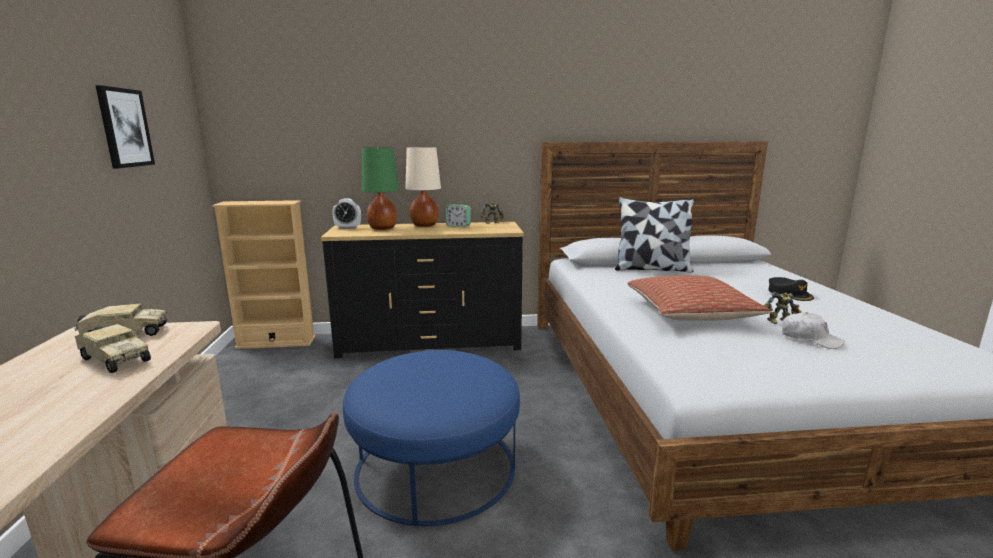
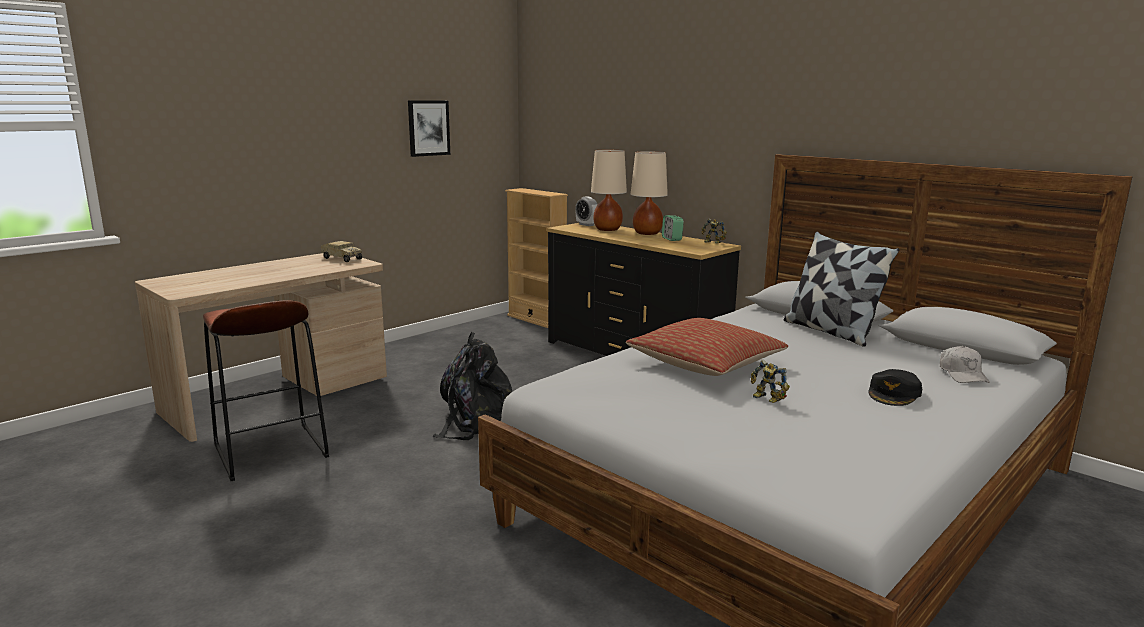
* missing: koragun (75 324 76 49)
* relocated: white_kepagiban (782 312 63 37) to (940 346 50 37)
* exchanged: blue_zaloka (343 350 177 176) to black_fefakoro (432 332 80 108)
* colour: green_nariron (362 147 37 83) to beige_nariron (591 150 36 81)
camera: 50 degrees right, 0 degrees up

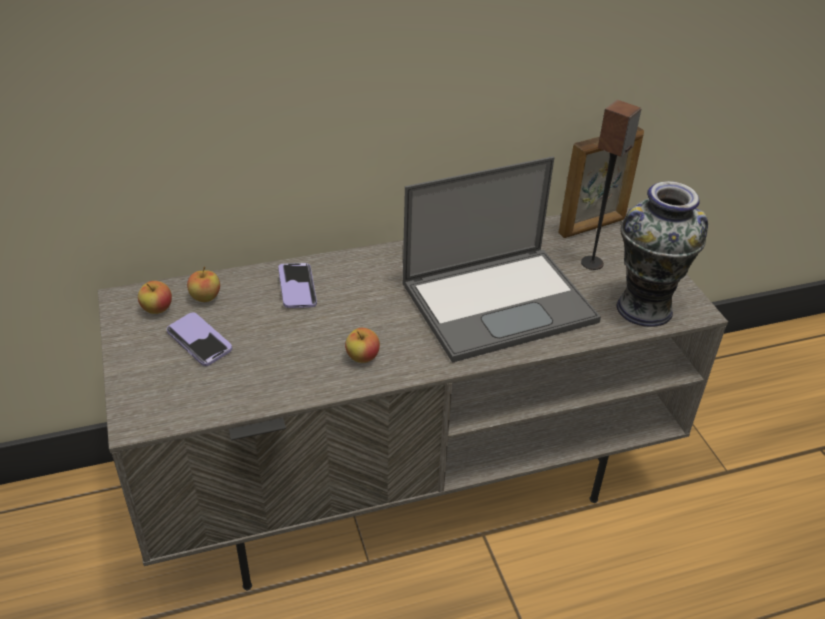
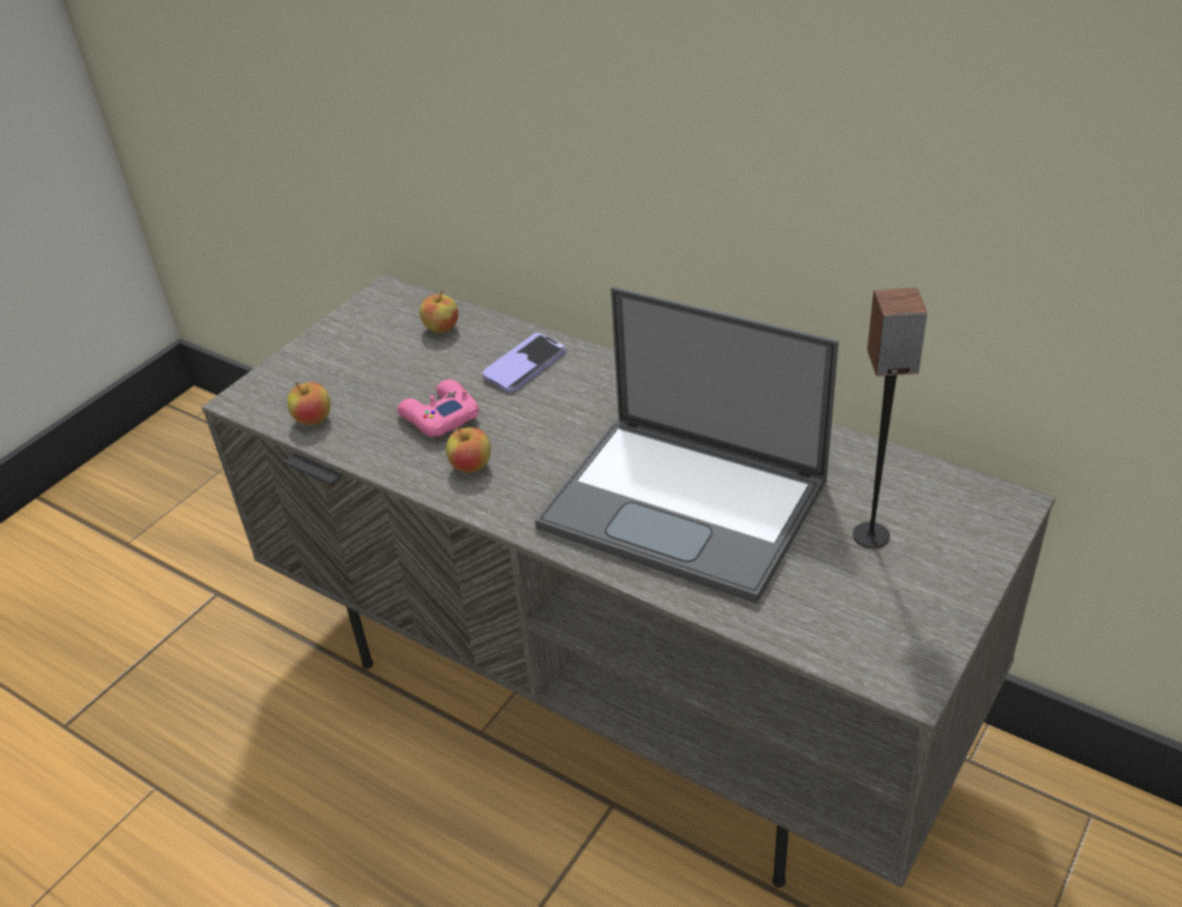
* missing: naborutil (166 312 66 54)
* missing: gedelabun (559 127 85 111)
* missing: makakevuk (616 181 92 146)
* appeared: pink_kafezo (397 379 82 58)
* relocated: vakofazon (138 281 34 33) to (287 382 43 43)
camera: 55 degrees right, 0 degrees up

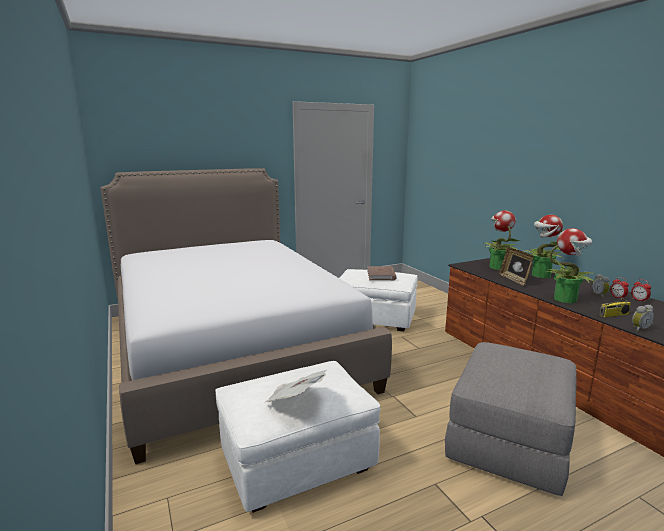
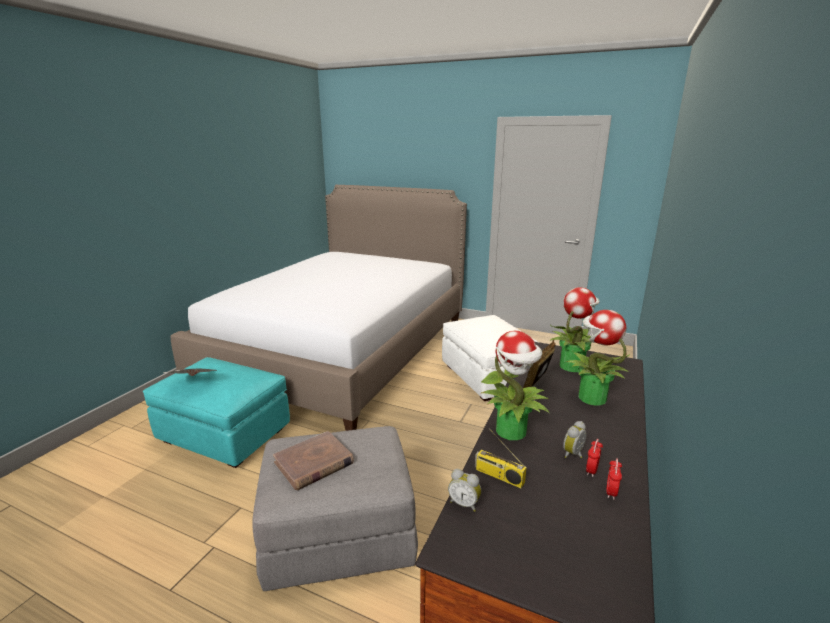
* relocated: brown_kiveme (367 266 30 14) to (273 431 81 59)
* colour: white_zaloka (215 361 165 152) to turquoise_zaloka (143 357 147 111)
camera: 50 degrees right, 5 degrees up

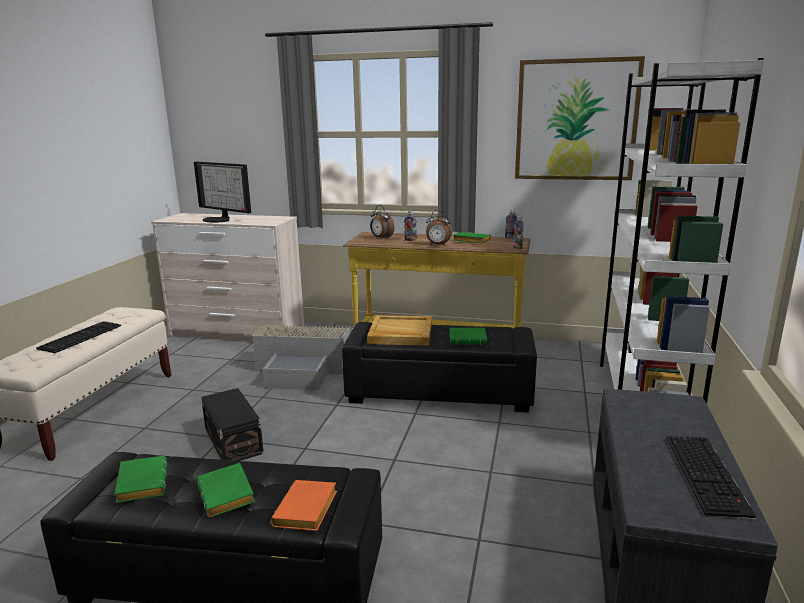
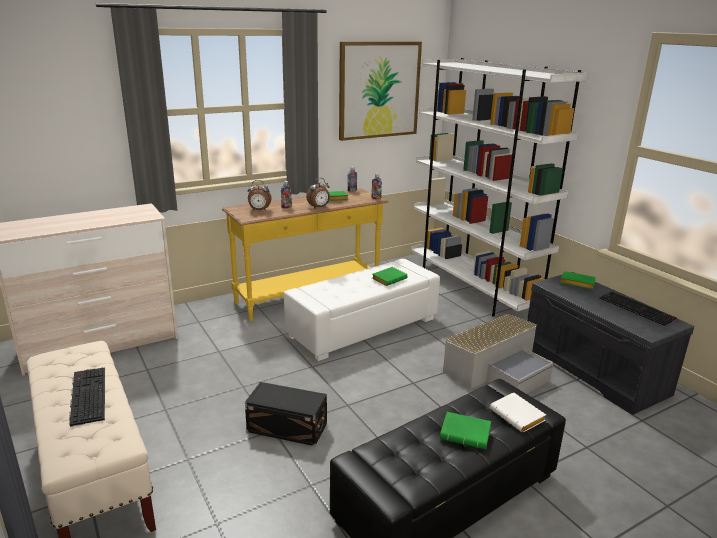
* missing: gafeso (194 161 57 62)
* missing: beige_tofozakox (367 315 65 31)
* relocated: green_kiveme (115 456 52 47) to (560 271 36 18)
* relocated: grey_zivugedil (252 324 98 66) to (443 314 111 80)
* colour: orange_kiveme (270 480 67 51) to white_kiveme (490 392 56 41)
* colour: black_zaloka (342 322 195 90) to white_zaloka (284 259 156 102)
camera: 45 degrees left, 5 degrees up

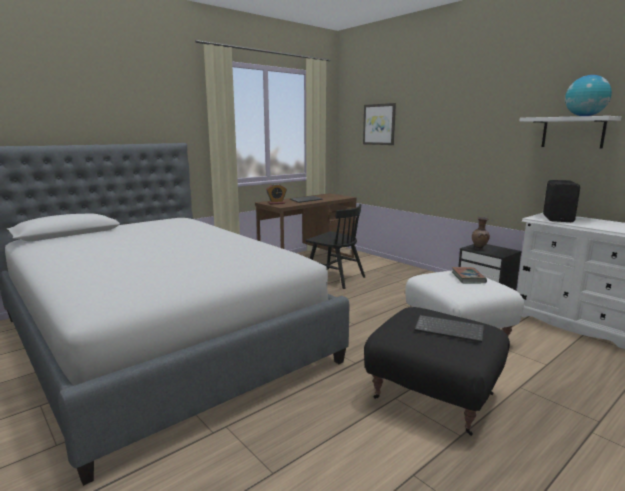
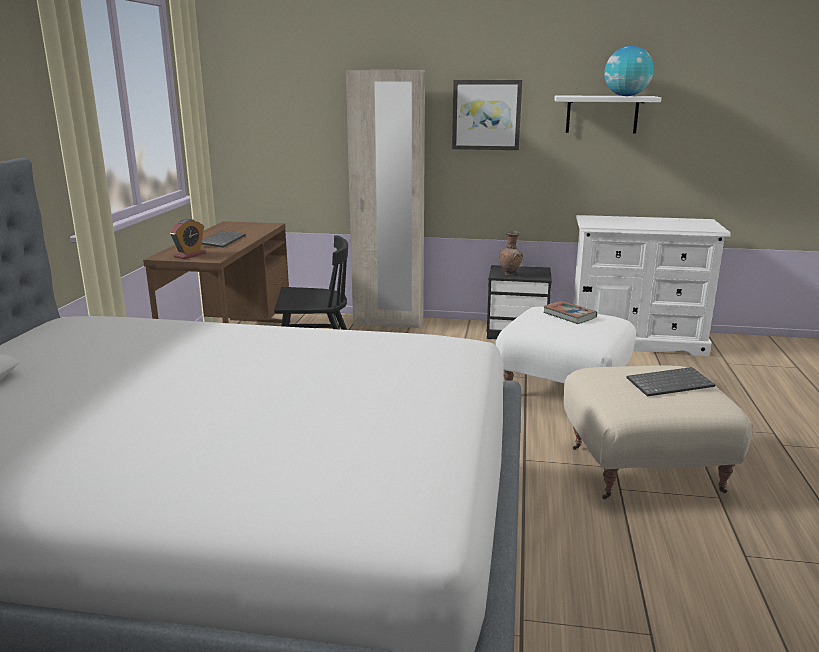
* missing: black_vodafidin (543 180 37 42)
* appeared: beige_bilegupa (346 70 79 258)
* relocated: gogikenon (363 103 33 42) to (452 80 70 70)
* colour: black_zaloka (364 307 146 129) to beige_zaloka (564 365 189 134)
camera: 40 degrees left, 5 degrees up

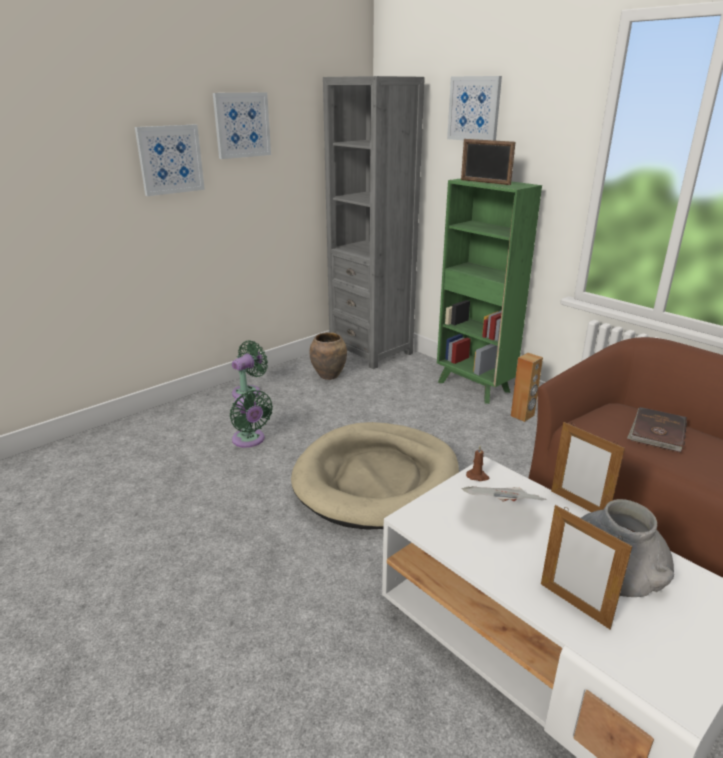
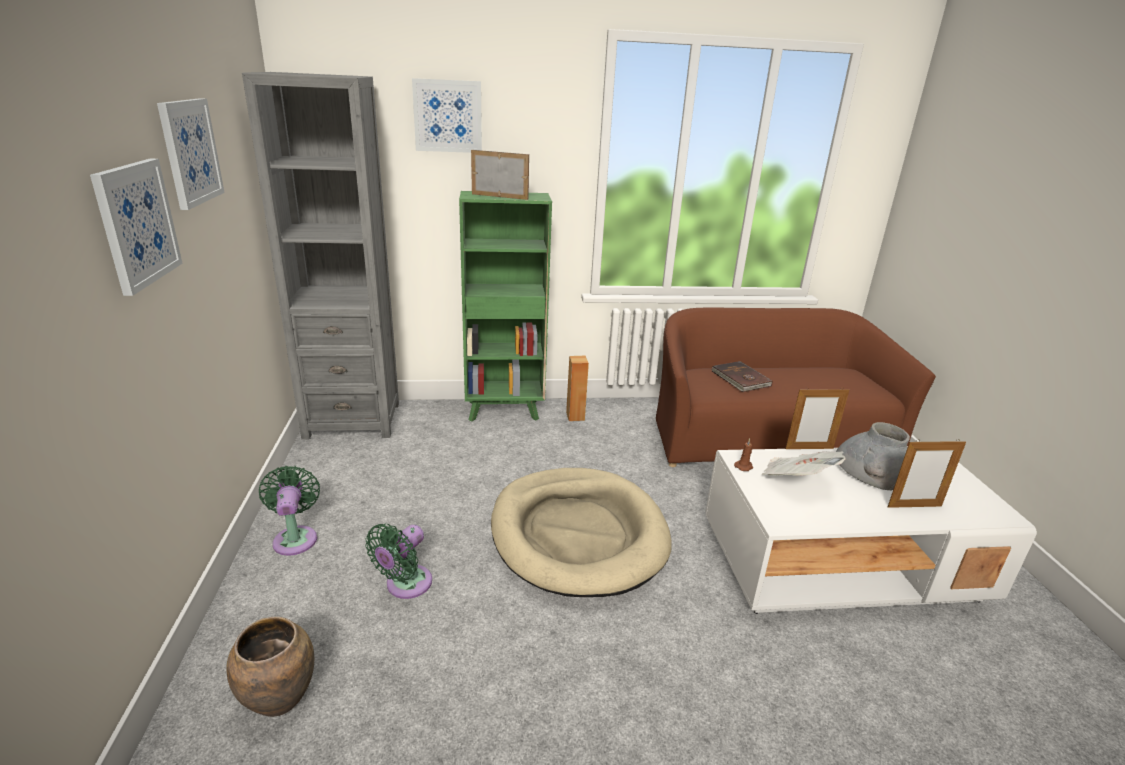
* relocated: brown_makakevuk (309 332 38 48) to (227 617 87 100)
* spun: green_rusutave (230 390 43 58) = (365 524 67 75) 120 degrees clockwise
* spun: gedelabun (461 139 55 46) = (471 150 58 50) 150 degrees counterclockwise
camera: 55 degrees left, 0 degrees up

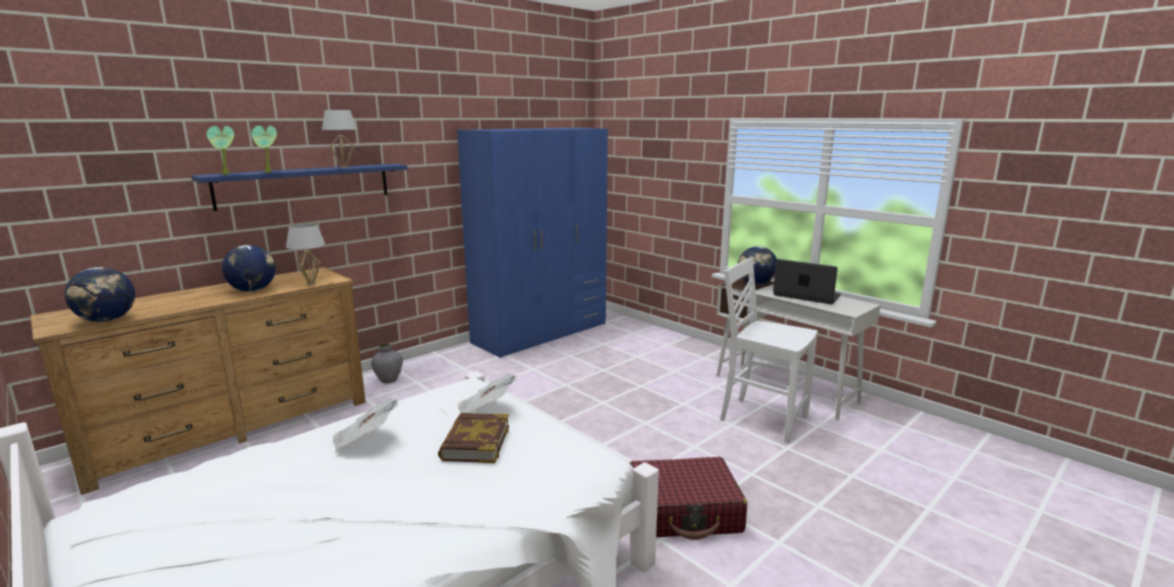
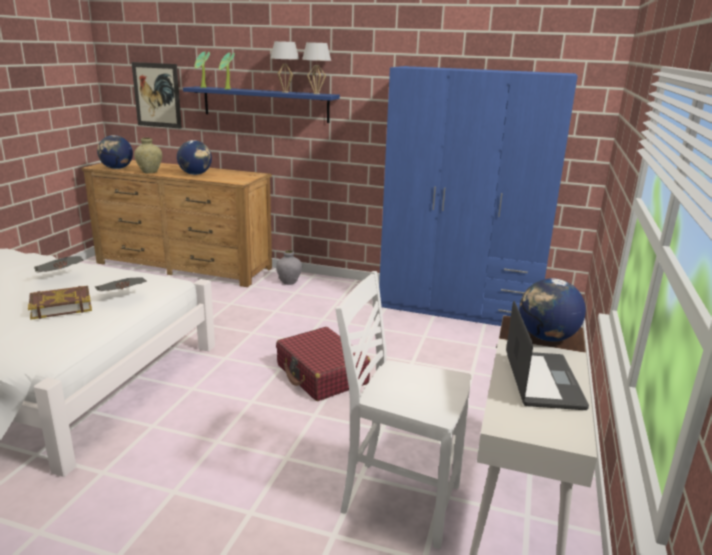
* appeared: gogikenon (131 62 51 67)
* appeared: beige_makakevuk (134 138 28 35)
* relocated: white_nariron (286 223 39 62) to (302 42 29 52)
* relocated: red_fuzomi (630 457 117 83) to (276 327 94 74)
* spun: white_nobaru (720 257 98 186) = (335 271 136 278) 75 degrees counterclockwise
camera: 60 degrees right, 5 degrees up

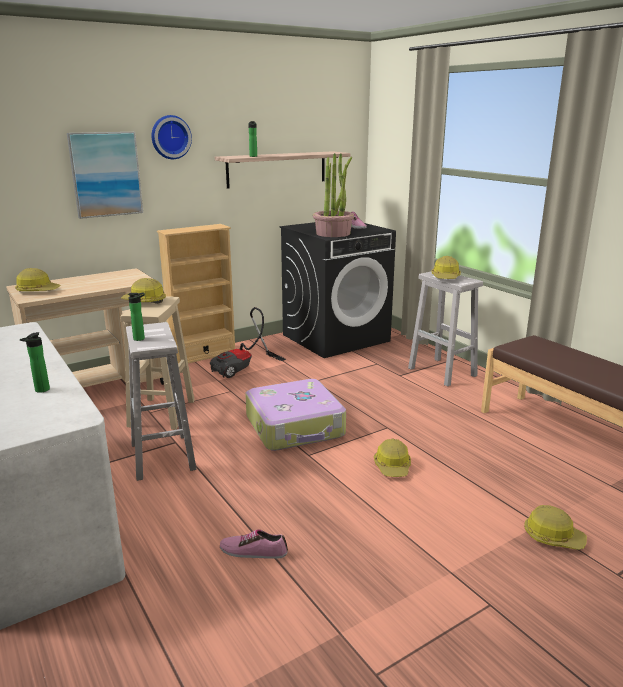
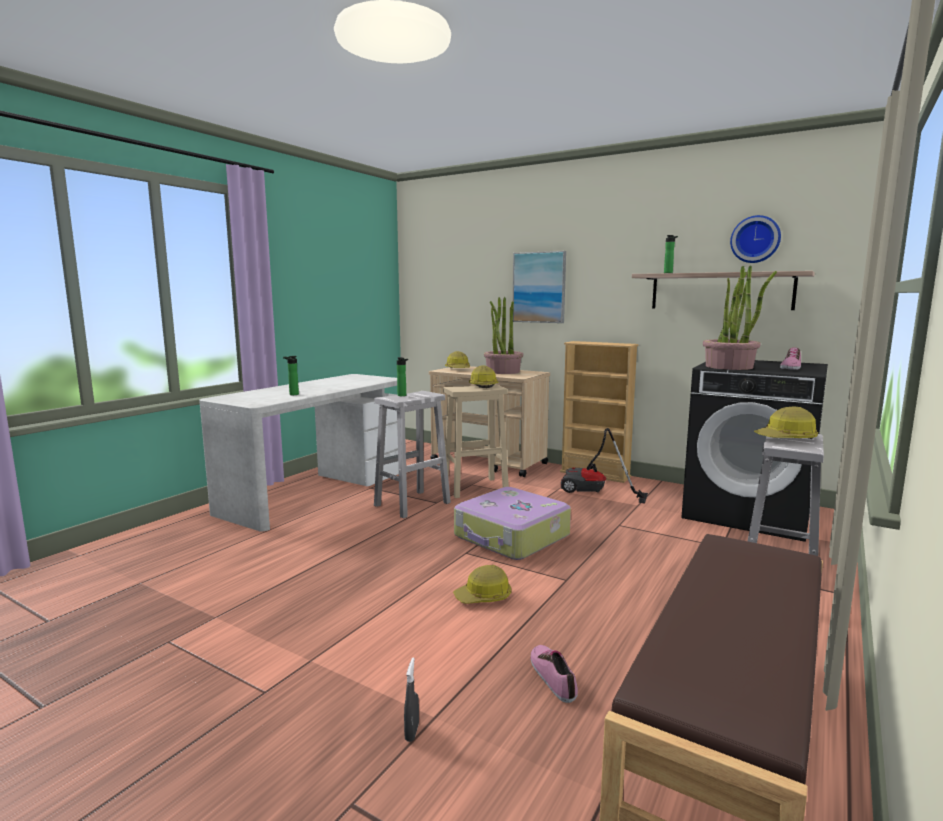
* appeared: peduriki (484 297 39 77)
* relocated: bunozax (151 115 41 44) to (730 215 51 48)
* relocated: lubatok (220 529 68 30) to (530 645 48 58)
* exchanged: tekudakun (524 505 63 45) to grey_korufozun (404 658 15 84)
camera: 65 degrees right, 10 degrees down

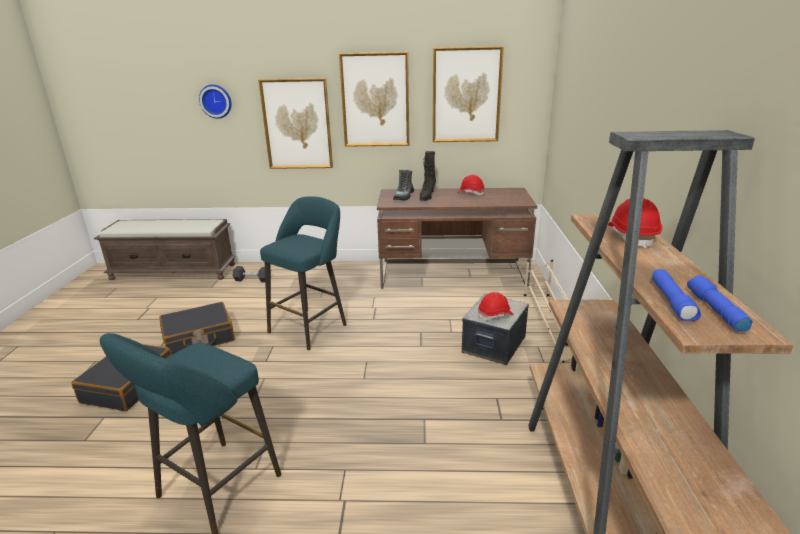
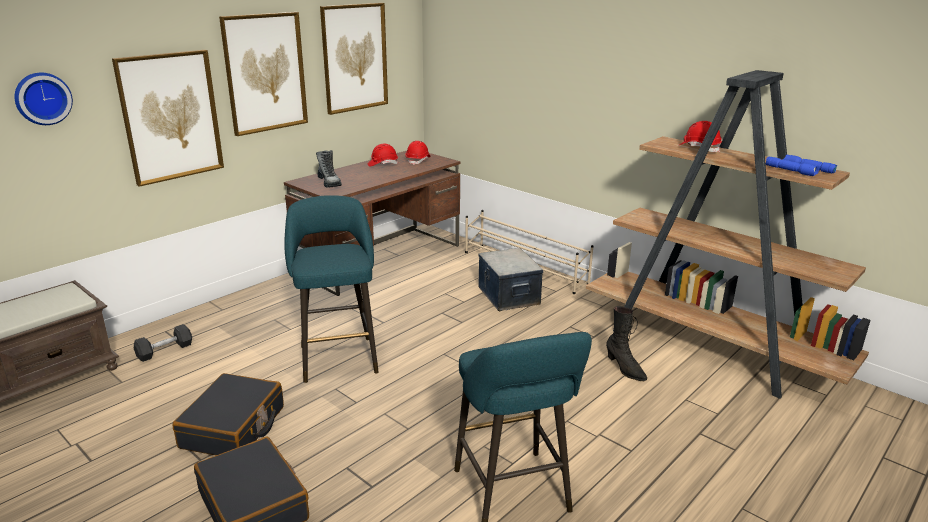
* relocated: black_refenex (420 151 16 50) to (606 306 41 75)
* relocated: red_tekudakun (478 292 35 28) to (405 141 25 24)
camera: 50 degrees left, 0 degrees up

